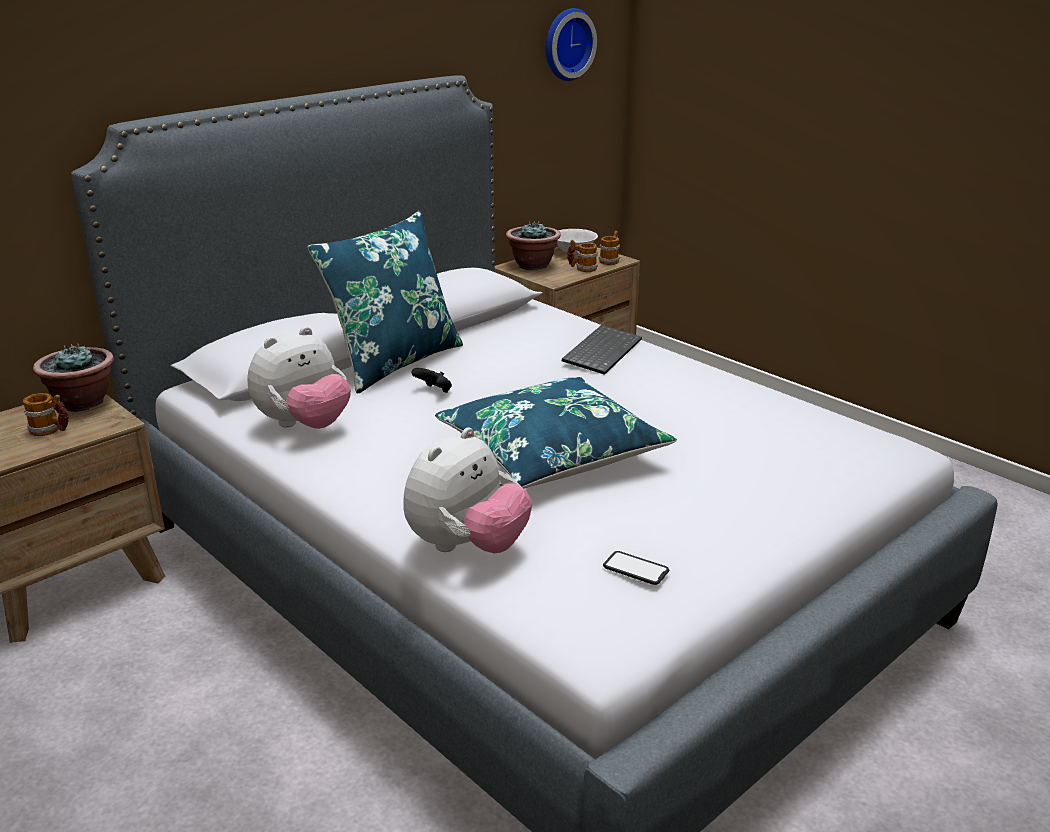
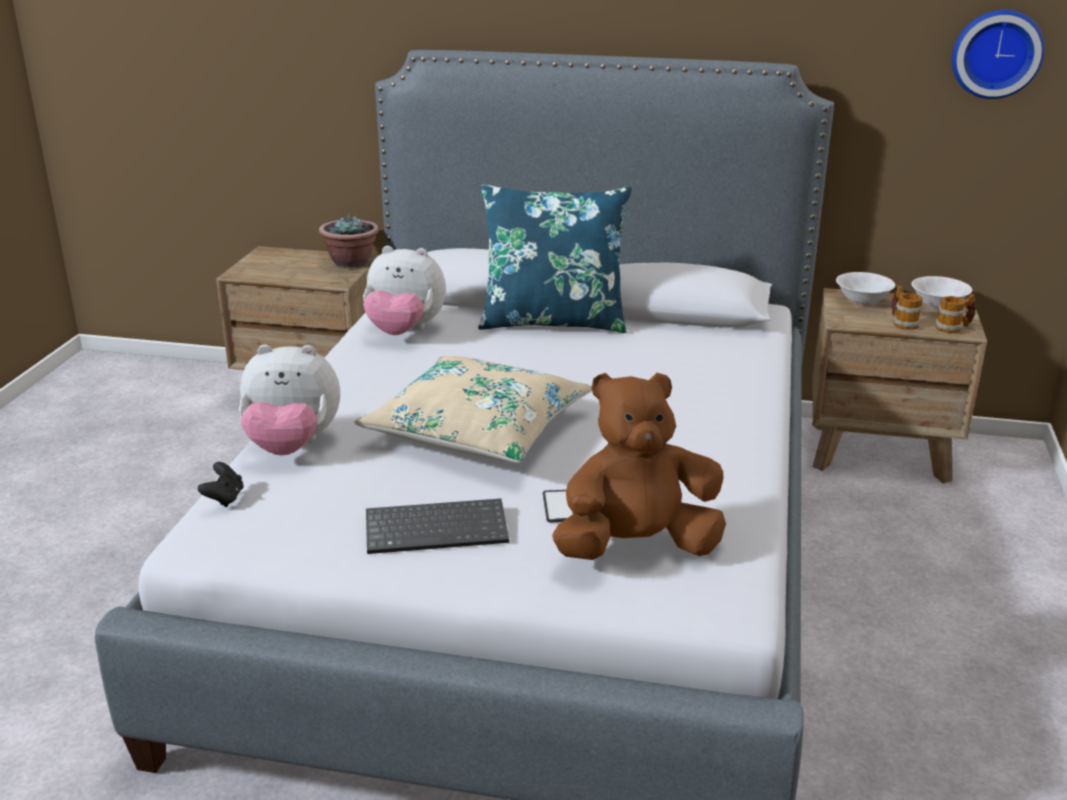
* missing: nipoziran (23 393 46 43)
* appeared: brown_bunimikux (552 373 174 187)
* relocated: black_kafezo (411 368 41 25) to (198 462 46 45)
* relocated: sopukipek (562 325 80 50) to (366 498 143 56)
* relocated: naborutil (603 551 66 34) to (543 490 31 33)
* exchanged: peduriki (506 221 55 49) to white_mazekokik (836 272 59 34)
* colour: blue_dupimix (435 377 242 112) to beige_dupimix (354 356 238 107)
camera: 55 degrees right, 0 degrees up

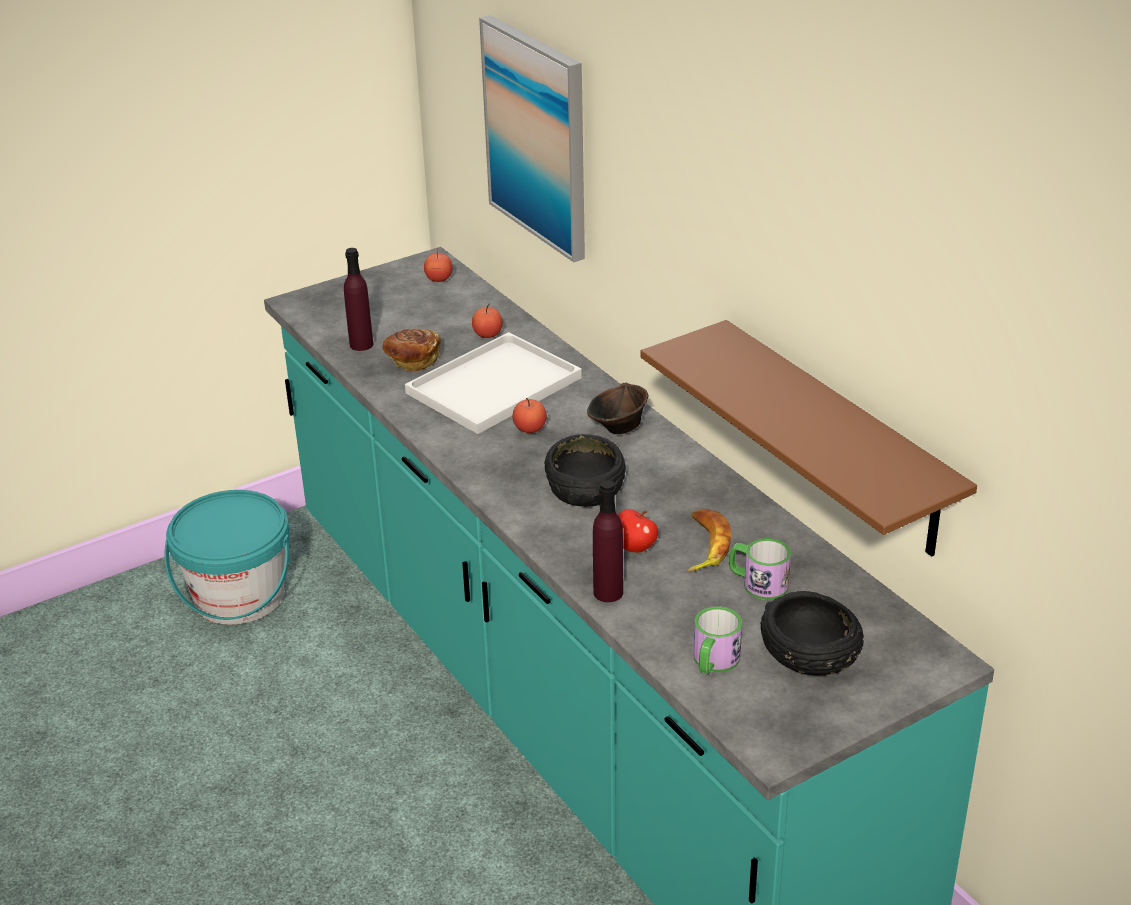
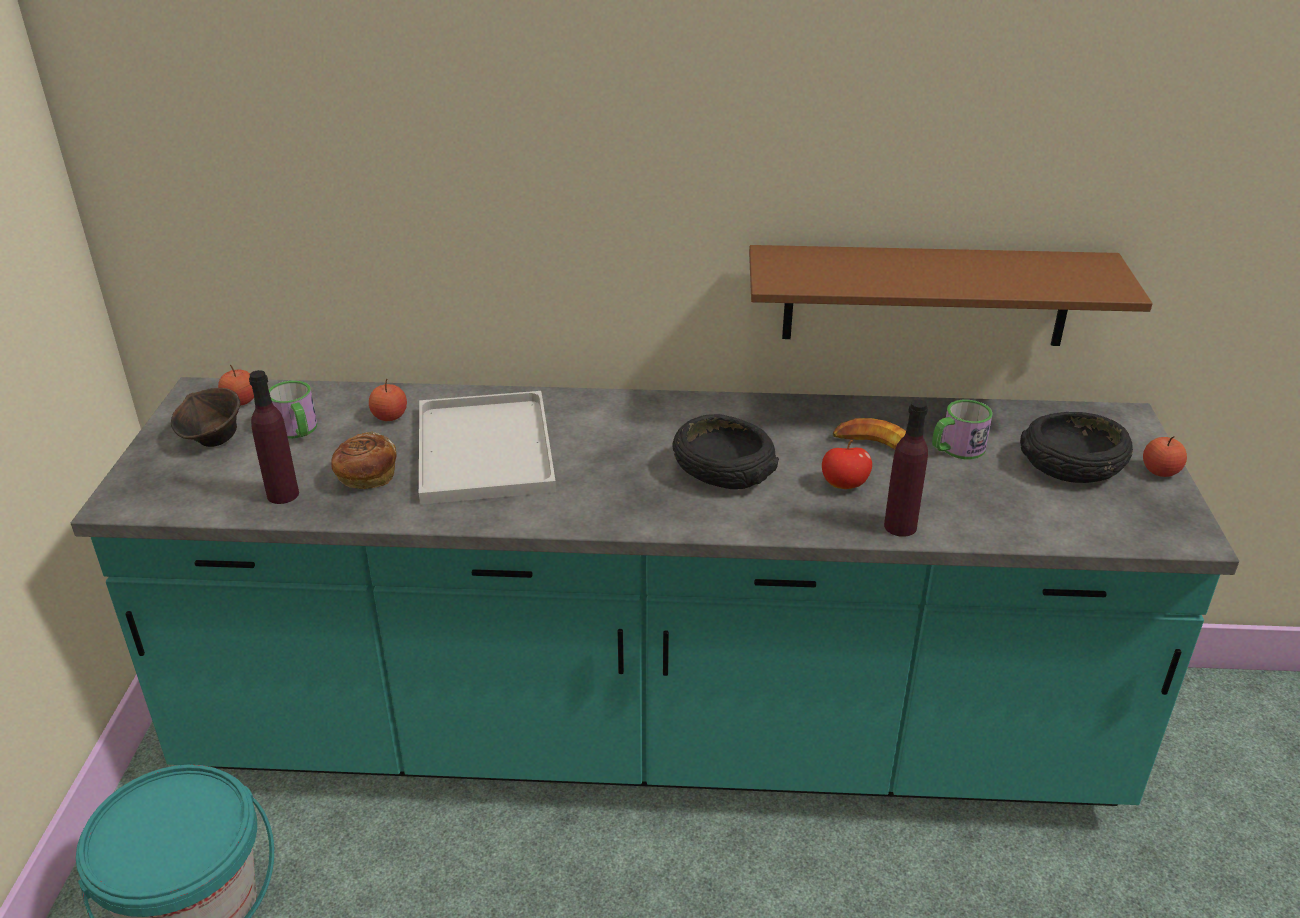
* missing: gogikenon (479 15 106 247)
* relocated: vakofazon (512 398 35 35) to (1143 436 44 41)
* relocated: brown_mazekokik (587 382 61 52) to (171 388 69 59)
* relocated: nipoziran (694 606 48 68) to (269 381 48 58)
camera: 55 degrees left, 0 degrees up

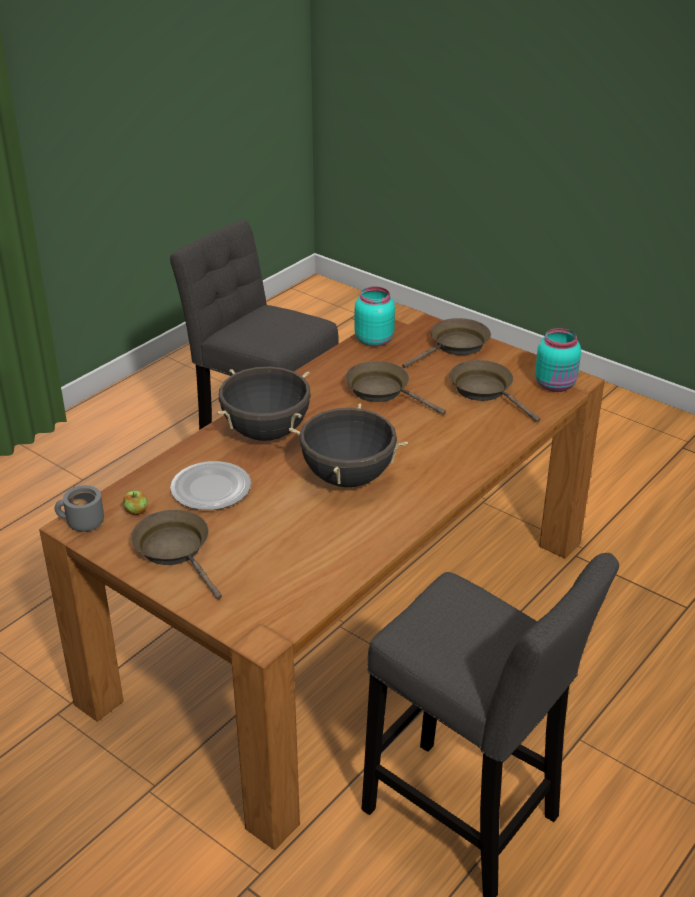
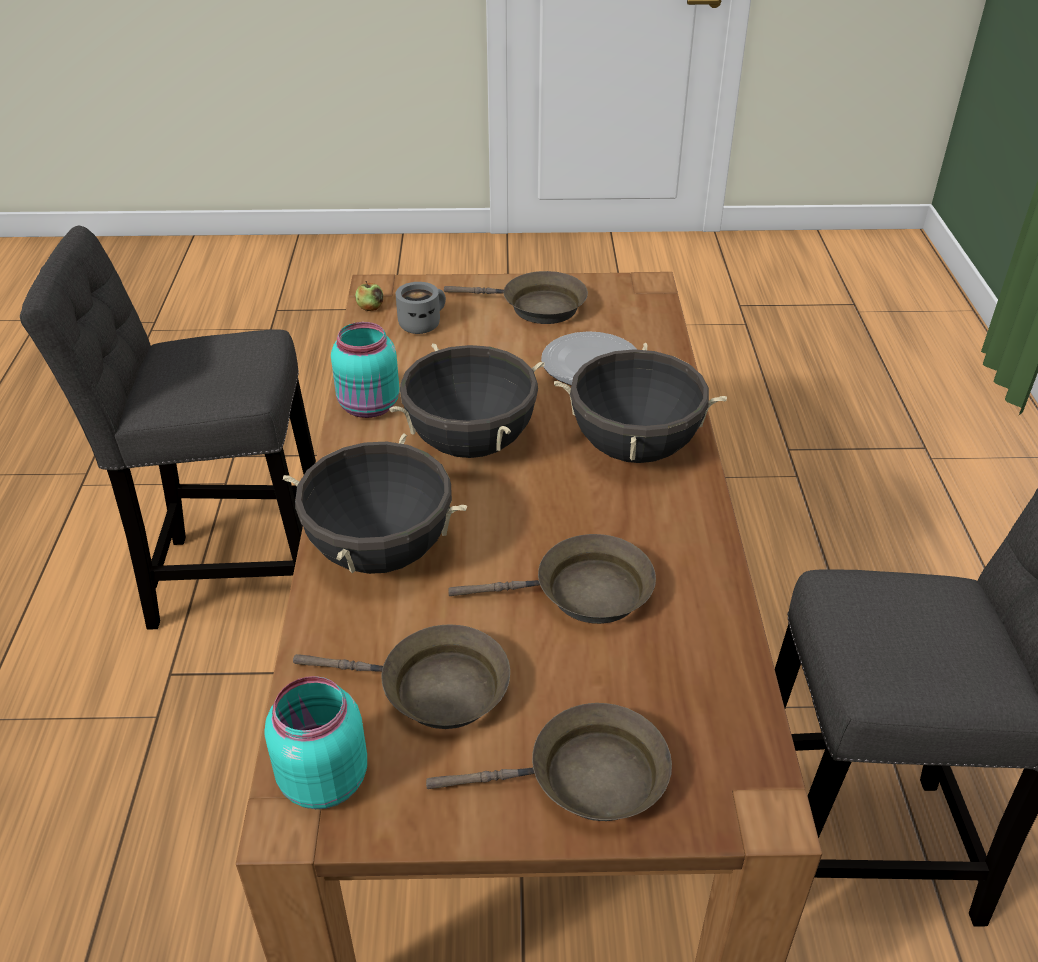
* appeared: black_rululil (283 433 184 141)
* relocated: grey_nipoziran (55 485 49 47) to (396 282 50 52)
* relocated: vakofazon (123 490 25 25) to (355 281 29 30)
* relocated: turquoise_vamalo (355 286 40 61) to (331 322 69 96)
* spun: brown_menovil (402 318 89 50) = (426 703 246 118) 105 degrees counterclockwise
camera: 140 degrees right, 5 degrees up

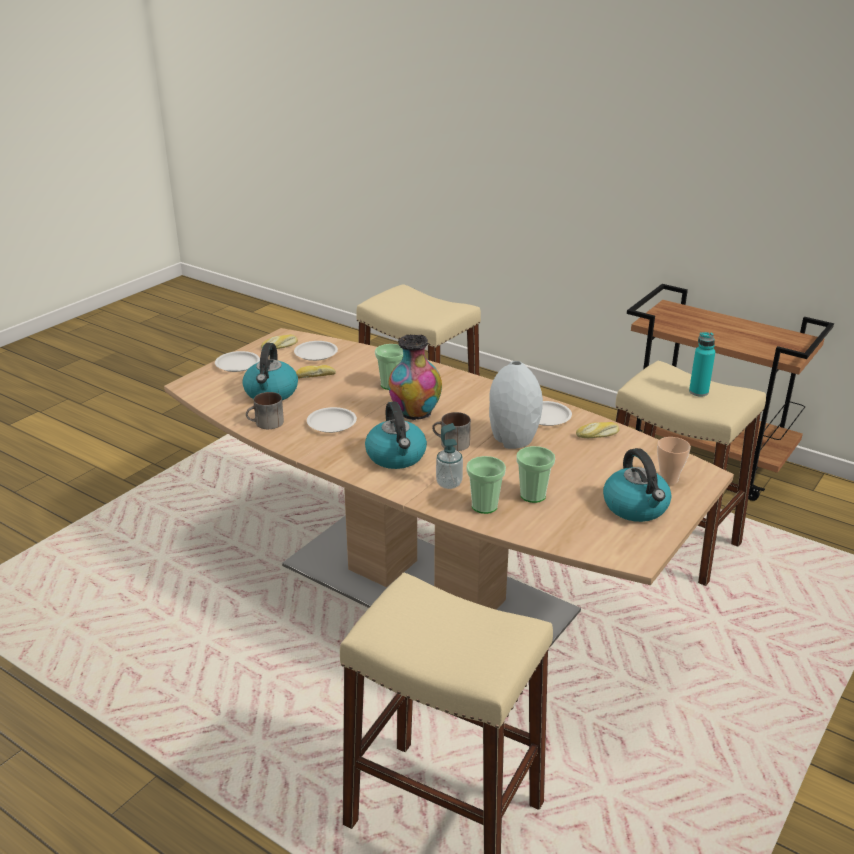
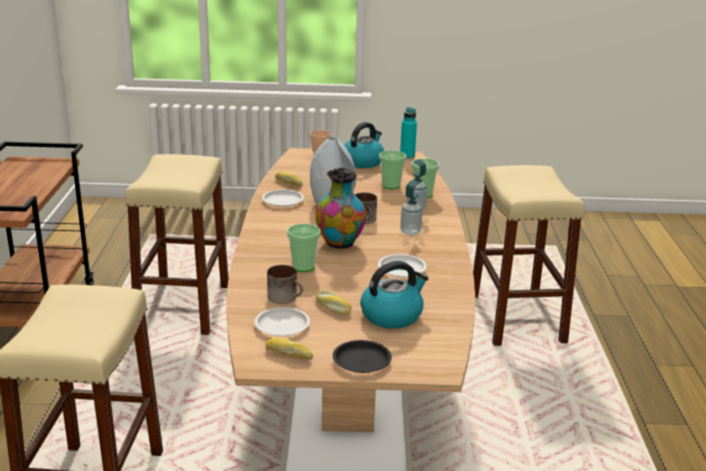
* relocated: nipoziran (246 392 38 37) to (267 265 36 39)
* relocated: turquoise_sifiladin (689 332 26 64) to (400 107 17 52)
* exchanged: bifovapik (365 401 62 68) to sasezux (400 180 23 55)
* colour: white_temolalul (215 351 45 21) to black_temolalul (333 340 59 33)
camera: 125 degrees left, 5 degrees down

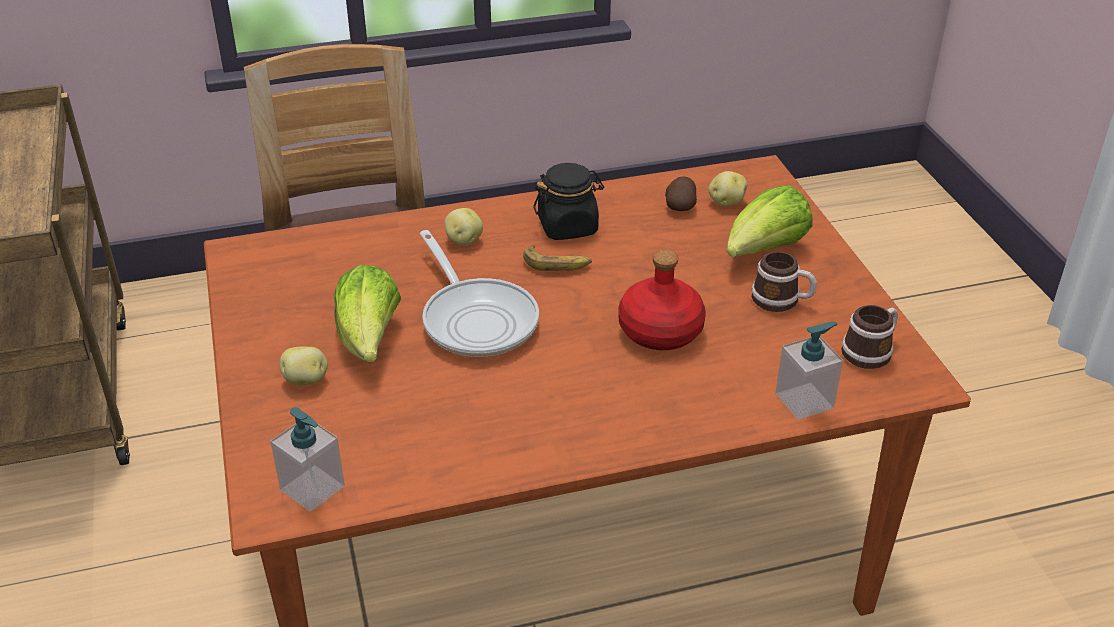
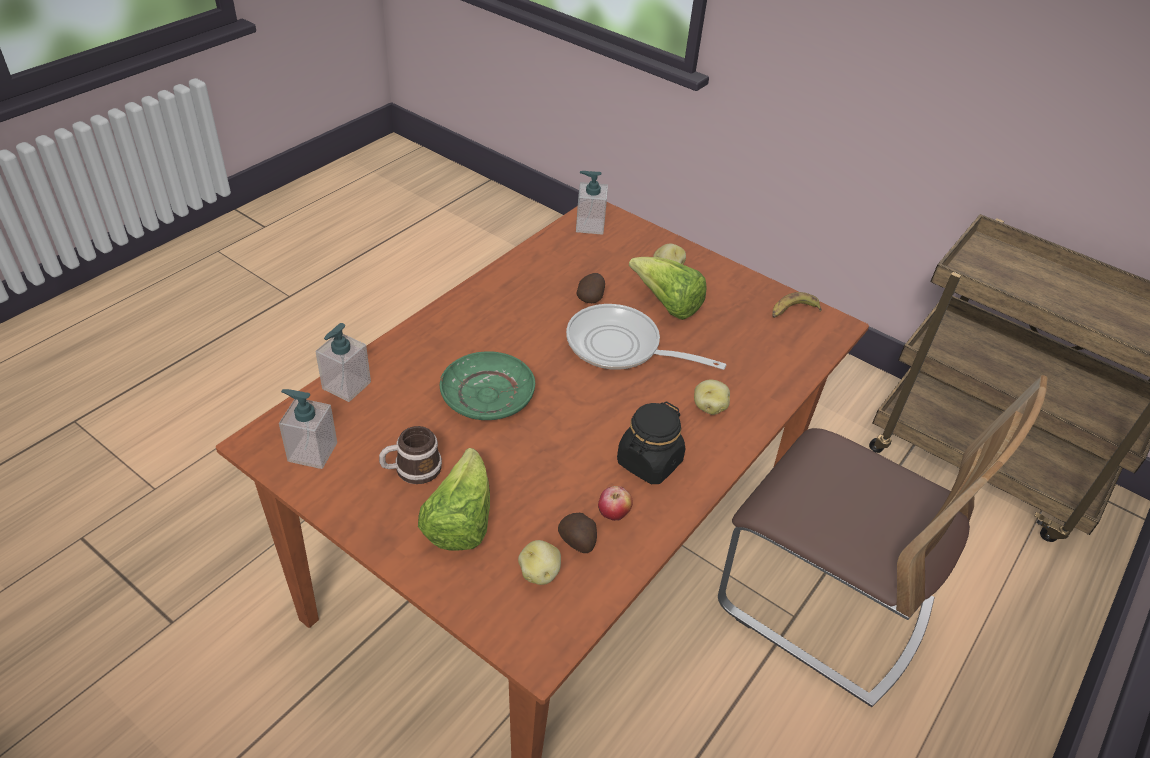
* appeared: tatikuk (576 273 29 30)
* appeared: vakofazon (598 486 35 35)
* relocated: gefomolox (523 245 69 26) to (772 292 50 26)
* exchanged: red_sifiladin (618 250 88 100) to green_temolalul (440 351 95 69)
* exchanged: nipoziran (842 305 56 64) to sasezux (279 389 58 80)
camera: 140 degrees right, 5 degrees up

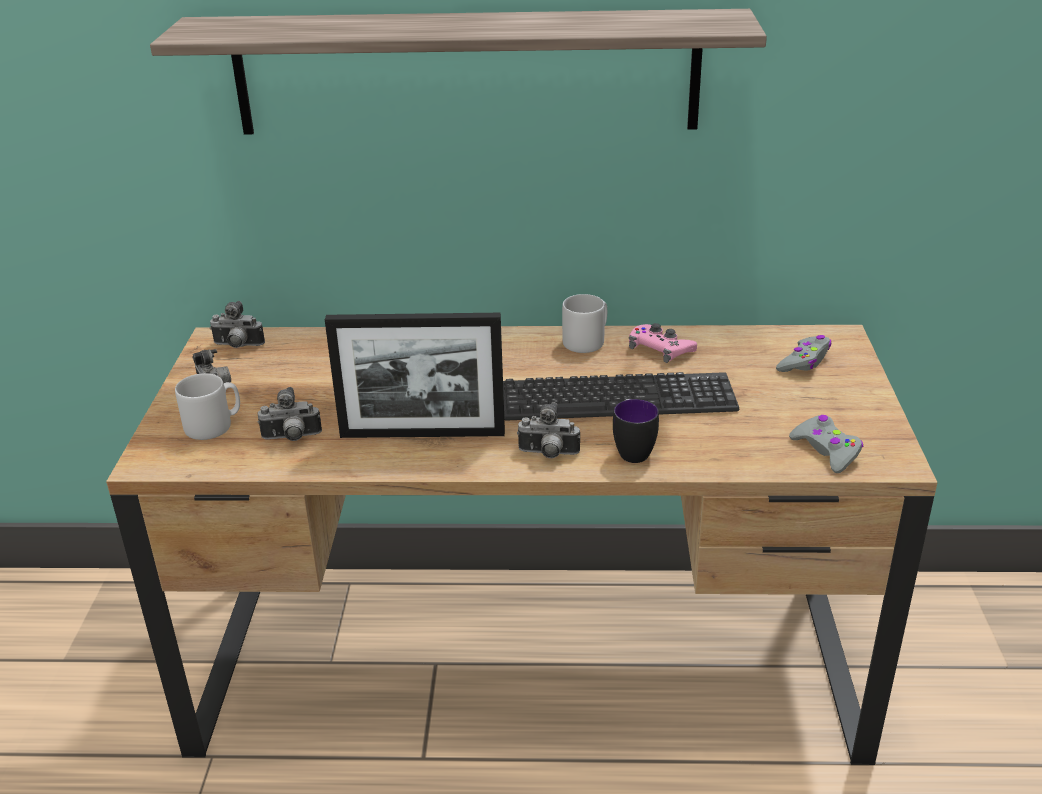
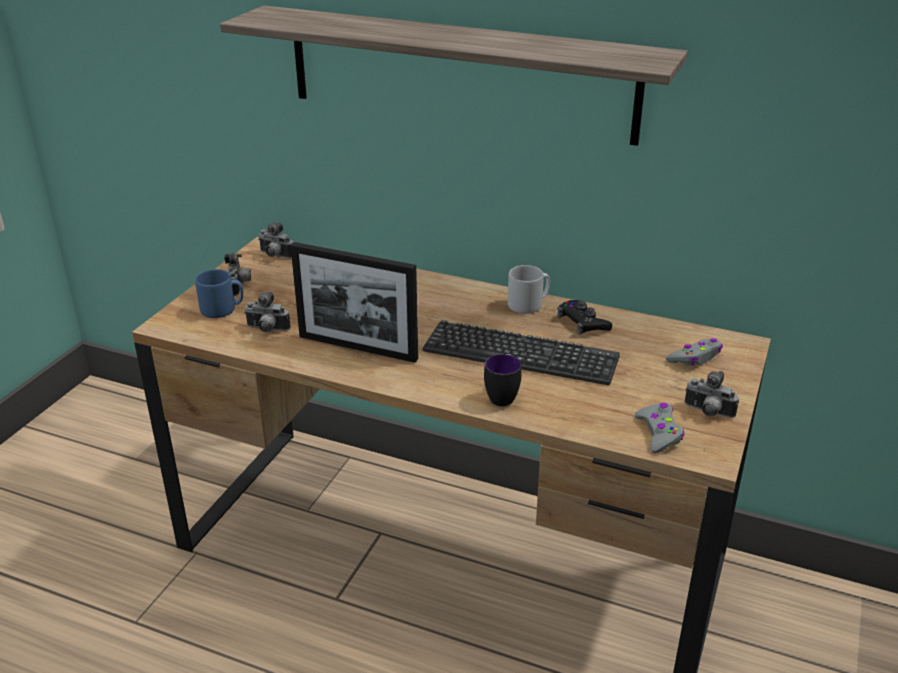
* relocated: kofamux (517 402 63 56) to (685 371 54 47)
* colour: grey_nipoziran (175 373 65 67) to blue_nipoziran (195 269 48 49)
* colour: pink_kafezo (629 323 68 40) to black_kafezo (557 300 55 35)
camera: 20 degrees right, 0 degrees up

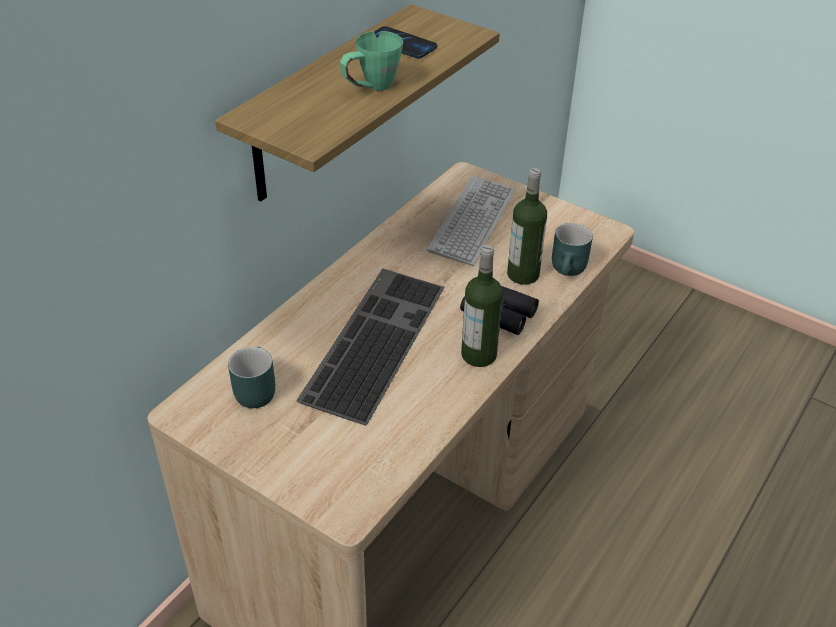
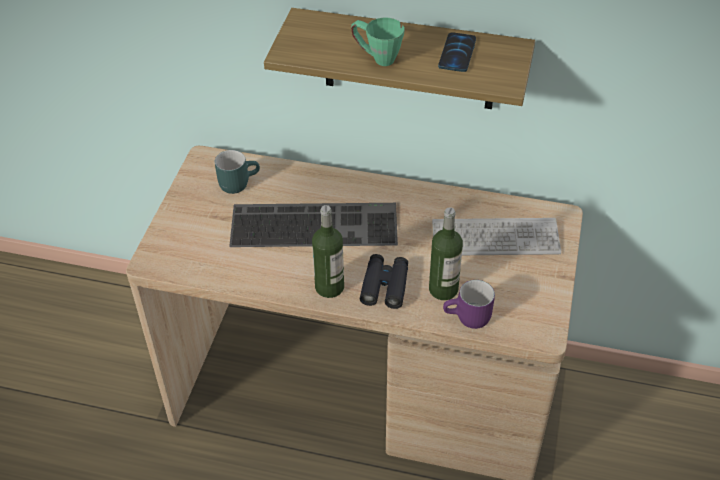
* colour: turquoise_nipoziran (552 223 41 53) to purple_nipoziran (443 280 52 49)
camera: 70 degrees right, 5 degrees up

